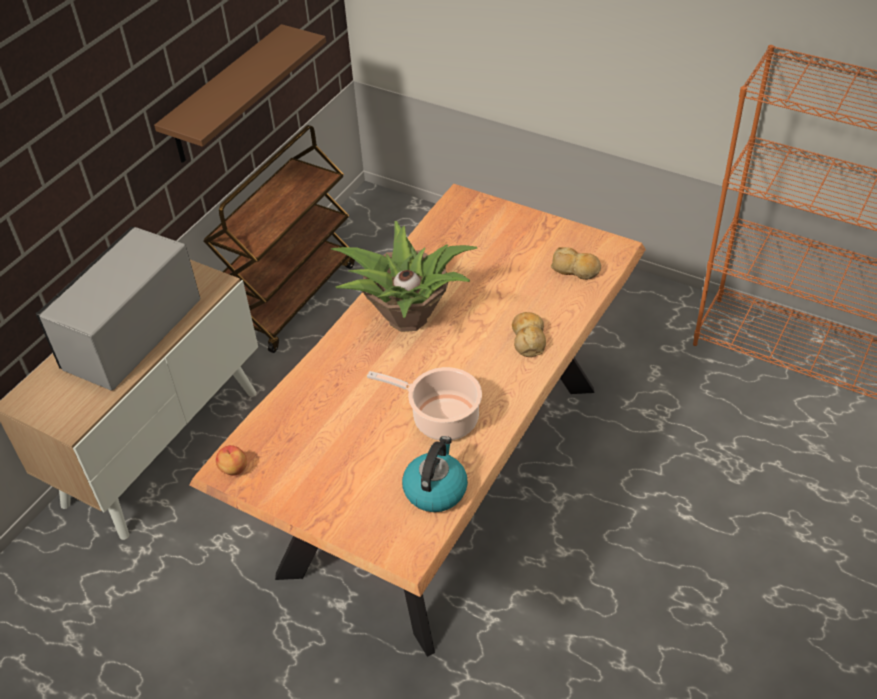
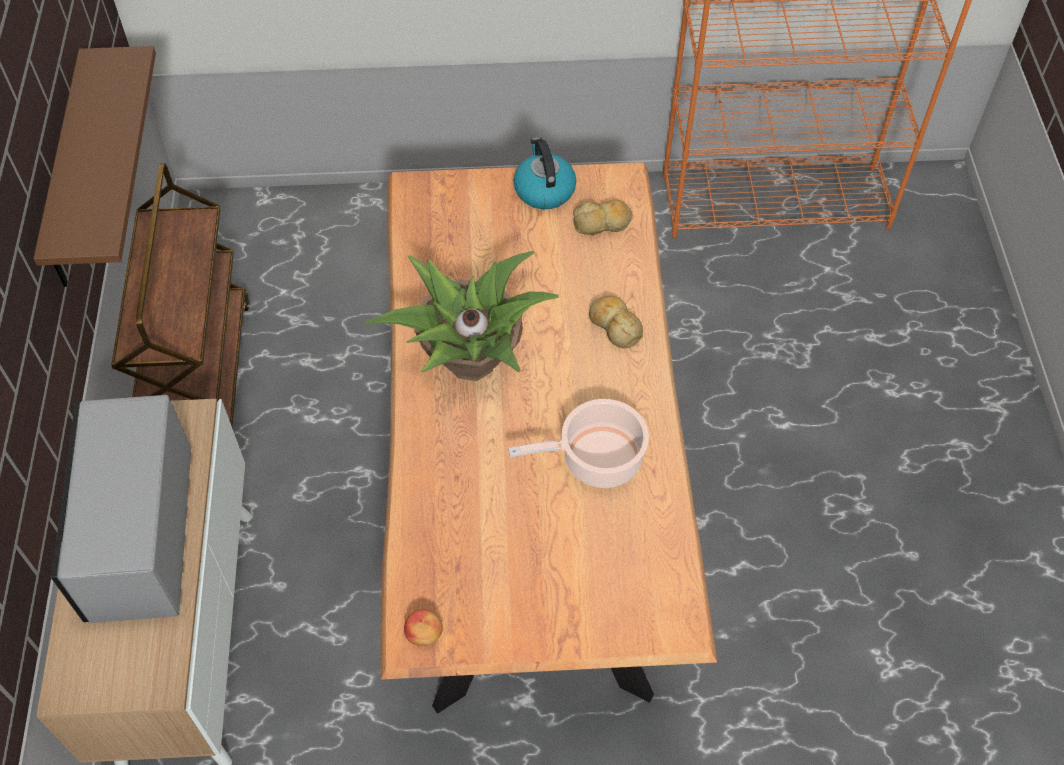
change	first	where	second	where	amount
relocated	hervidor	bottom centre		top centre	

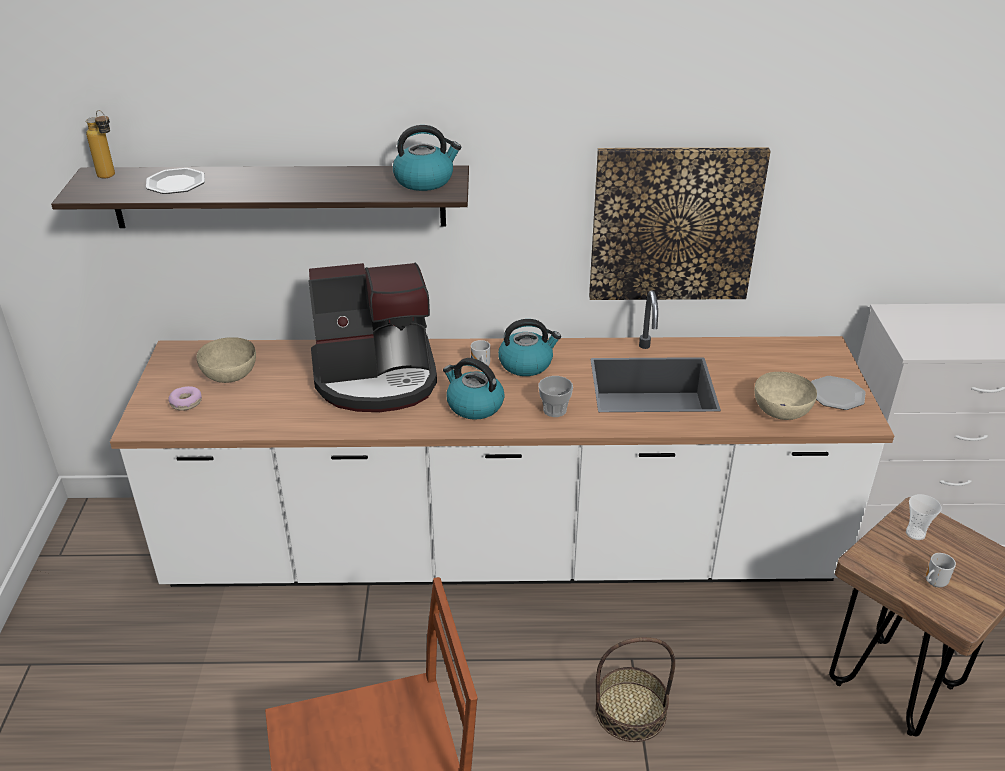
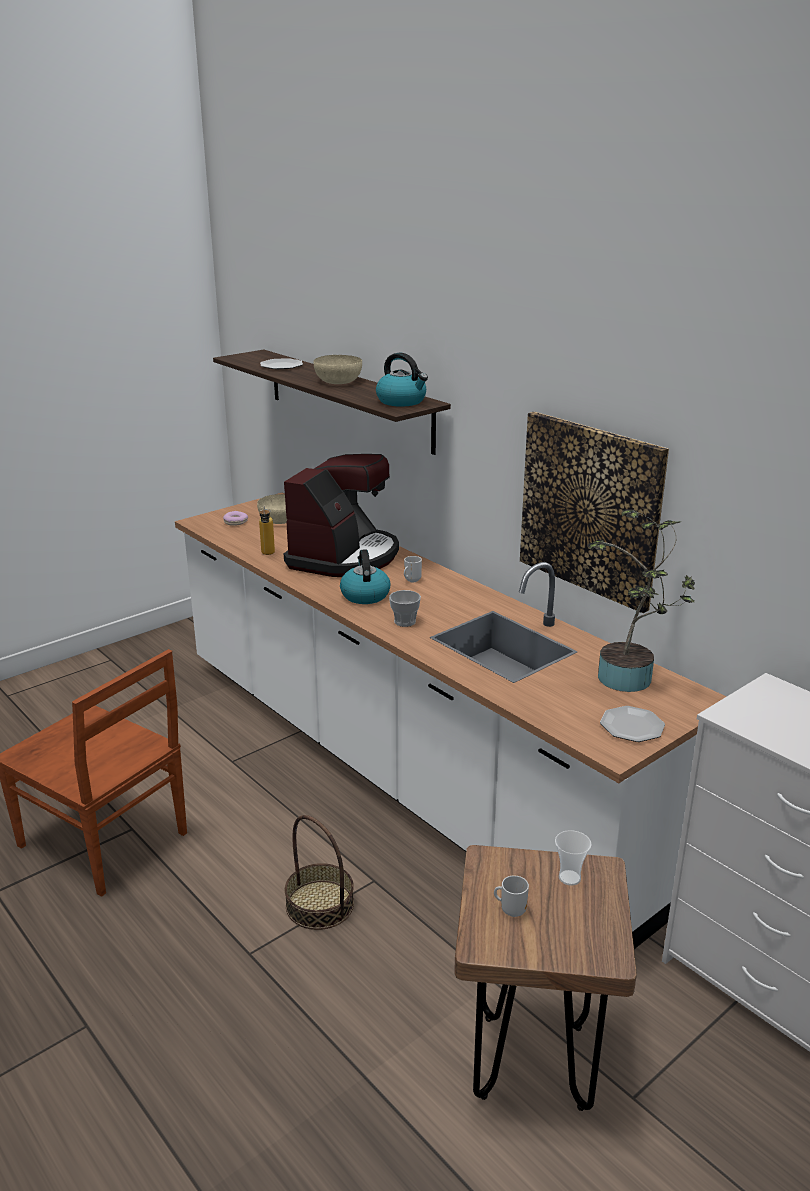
change	first	where	second	where	amount
relocated	botella	top left		middle left	
spun	cafetera	centre		centre	105 degrees counterclockwise
missing	hervidor (no. 3 from left)	centre			
relocated	cuenco (beis) (no. 2 from left)	middle right		top centre	
appeared			planta en maceta	middle right	

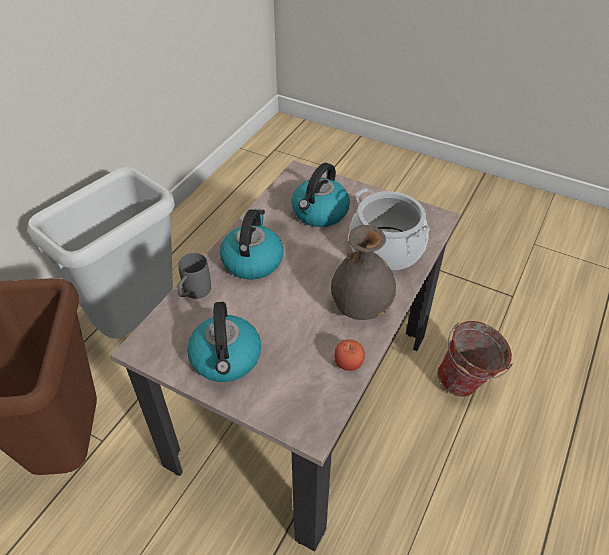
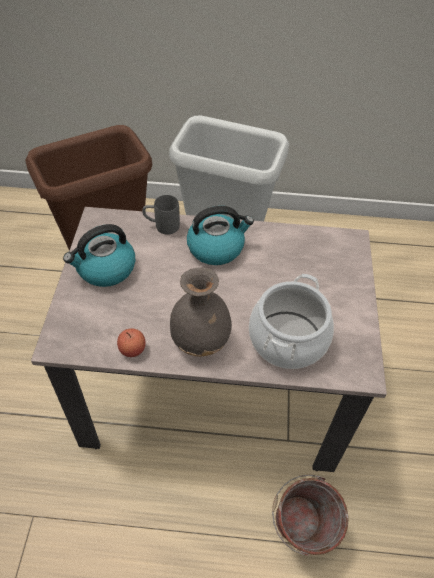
change	first	where	second	where	amount
missing	hervidor (no. 3 from left)	centre			

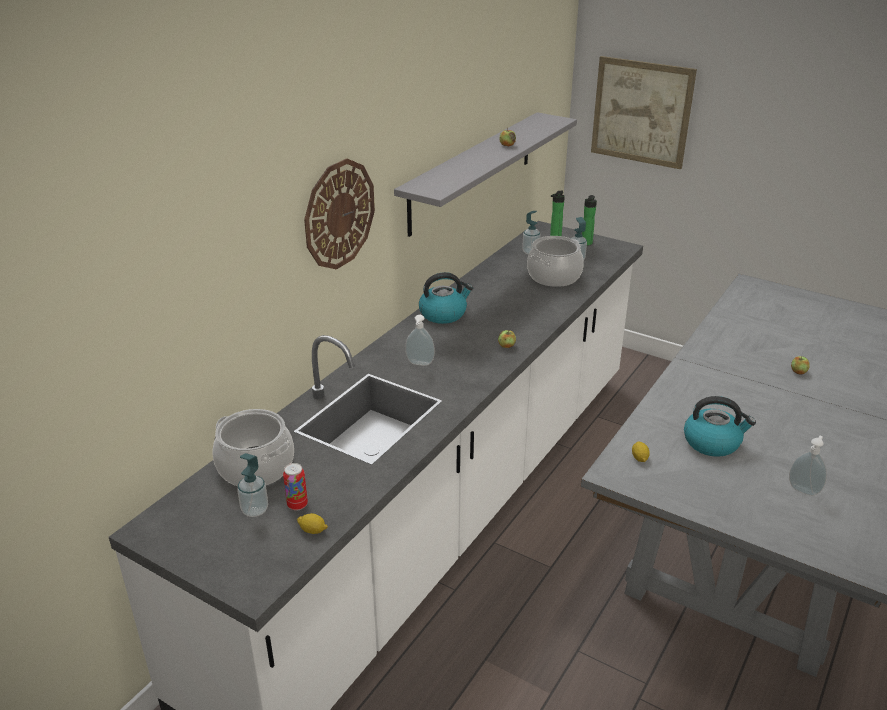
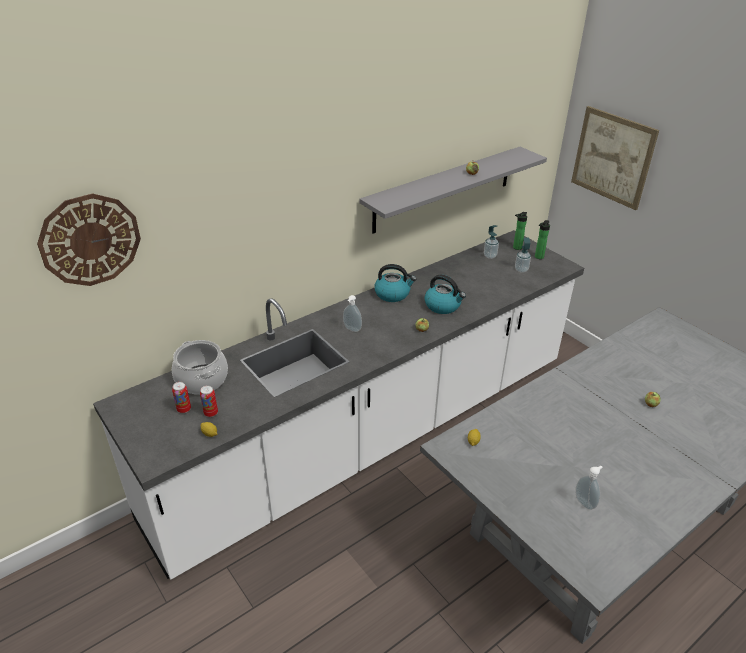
change	first	where	second	where	amount
exchanged	dispensador de jabón (no. 1 from left)	bottom left	lata (no. 1 from left)	middle left	
relocated	reloj de pared	top centre		middle left	
missing	olla (no. 2 from left)	centre			
relocated	hervidor (no. 2 from left)	middle right		centre	

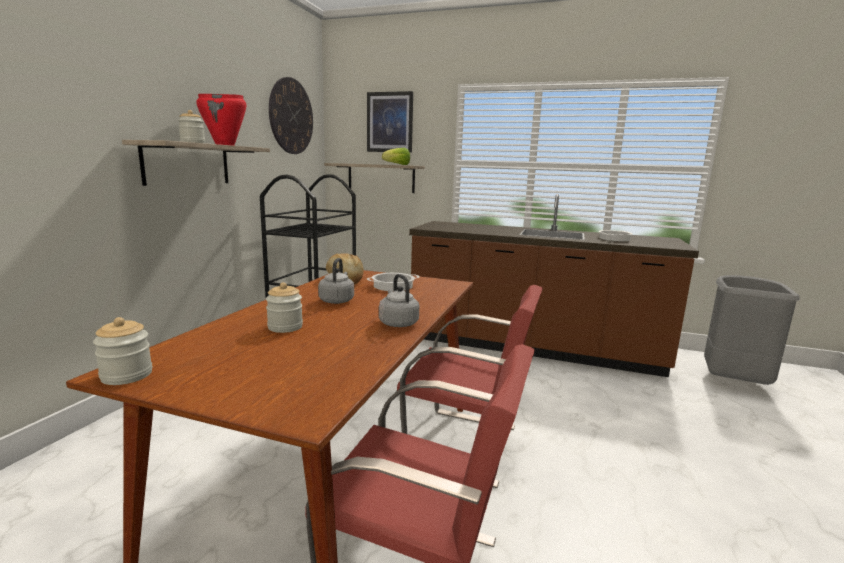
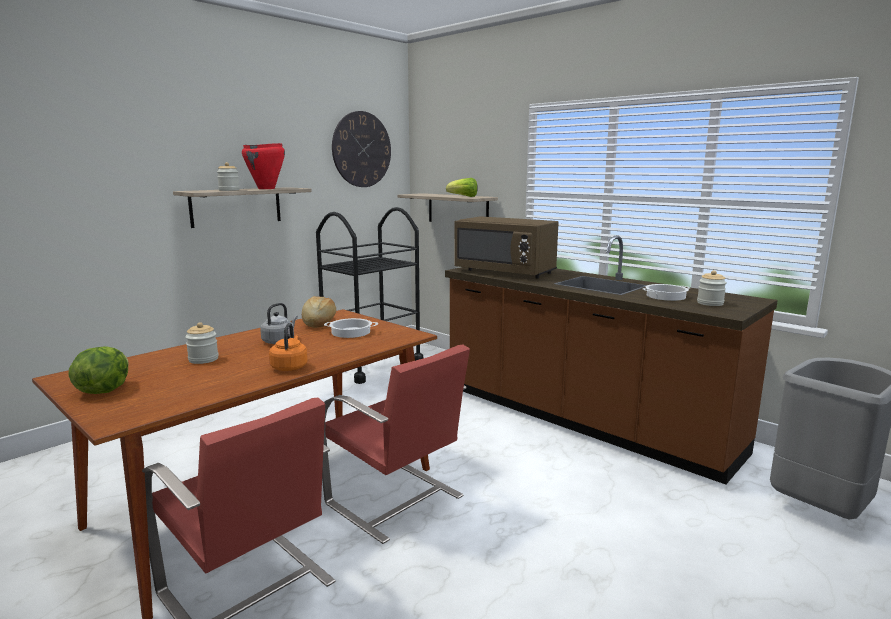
change	first	where	second	where	amount
relocated	tarro (no. 1 from left in the first image)	middle left	tarro (no. 3 from left)	middle right	
missing	cuadro	top centre			
colour	hervidor (gris) (no. 2 from left)	centre	hervidor (naranja)	middle left	
appeared			lechuga (no. 1 from left)	middle left	
appeared			microondas (marrón)	centre	

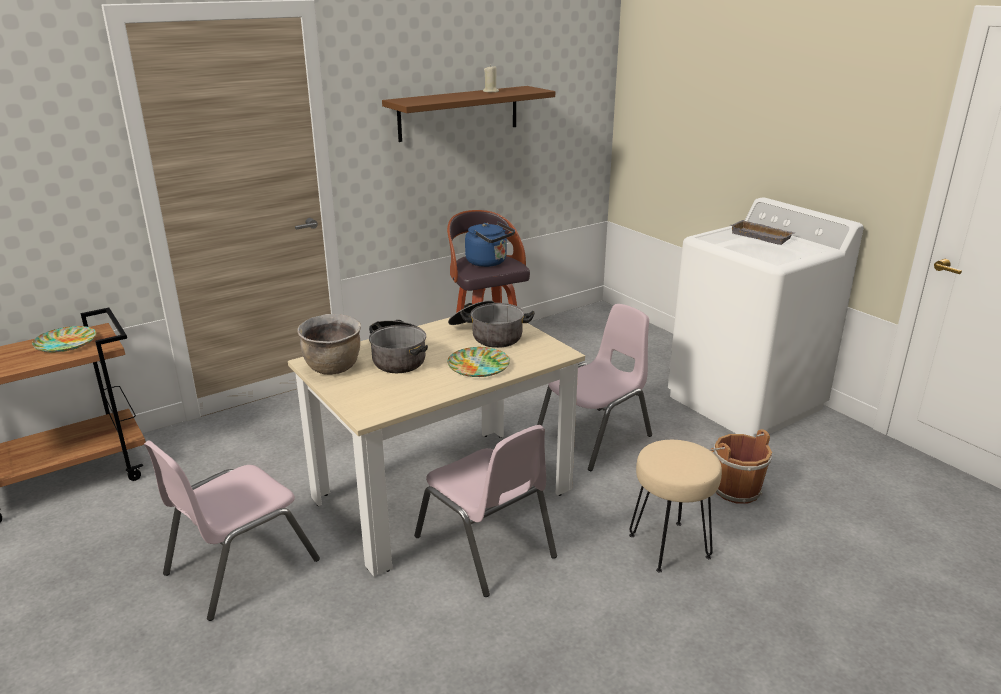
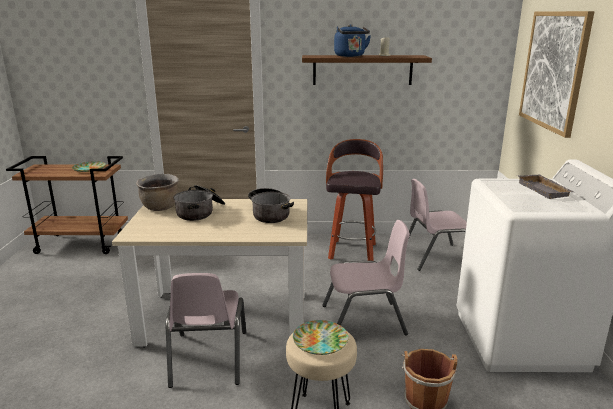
change	first	where	second	where	amount
relocated	silla (rosa) (no. 1 from left in the first image)	bottom left	silla (rosa) (no. 3 from left)	middle right	
relocated	plato (no. 2 from left)	centre		bottom centre	
relocated	hervidor (azul)	centre		top centre	
appeared			cuadro	top right	

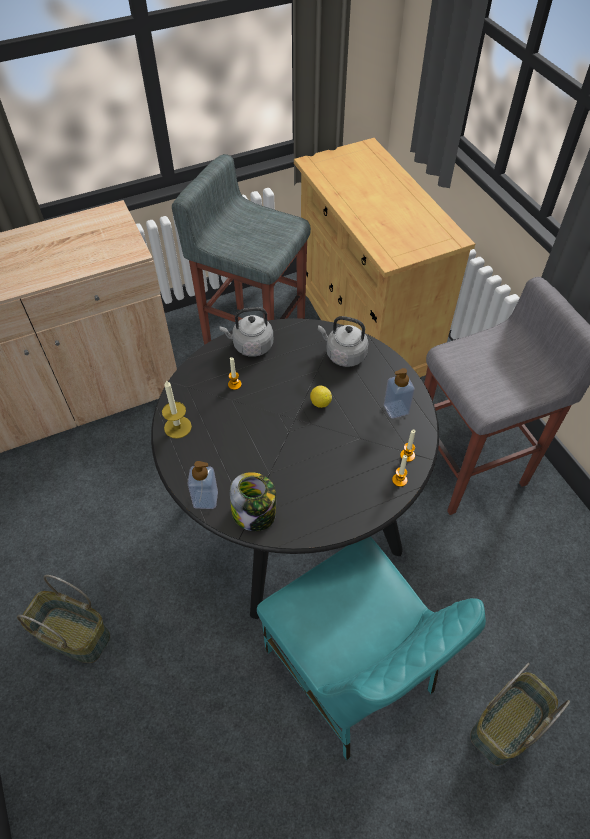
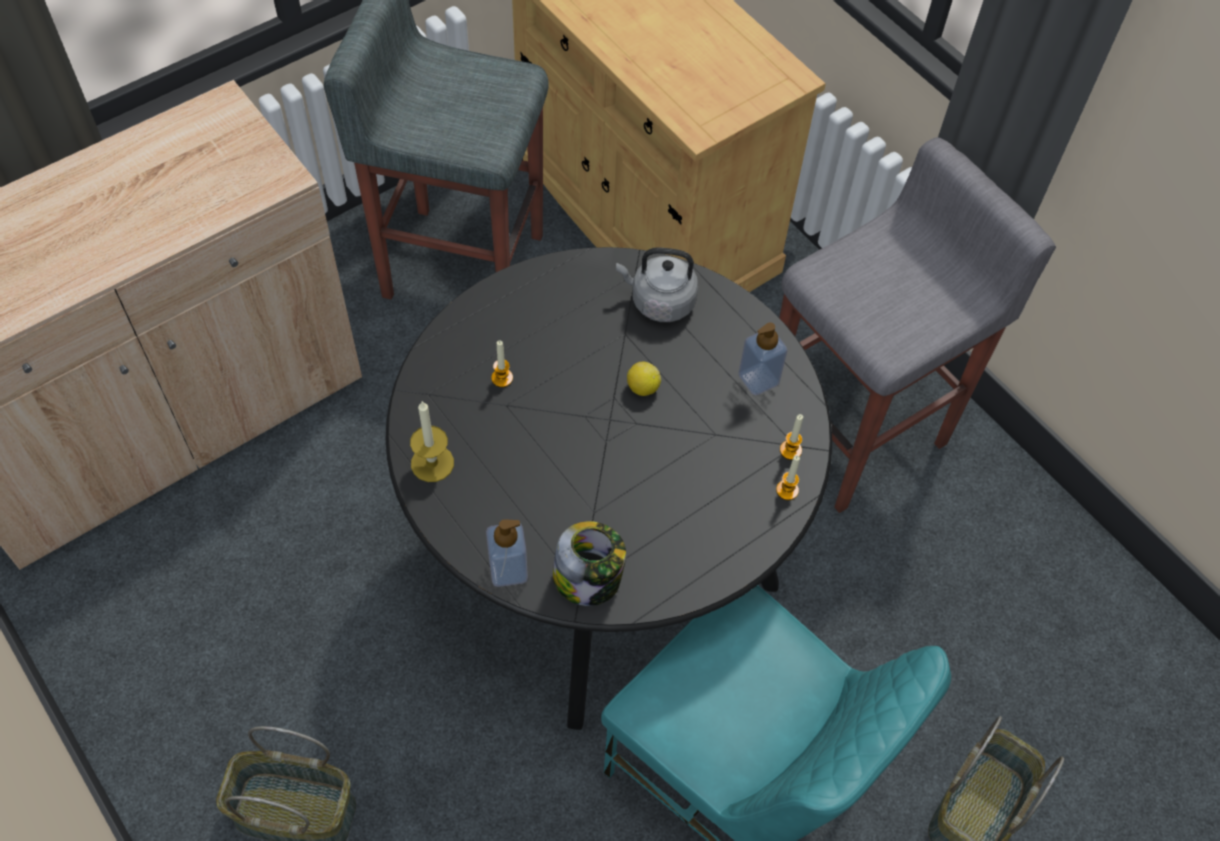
change	first	where	second	where	amount
missing	hervidor (gris) (no. 1 from left)	centre			

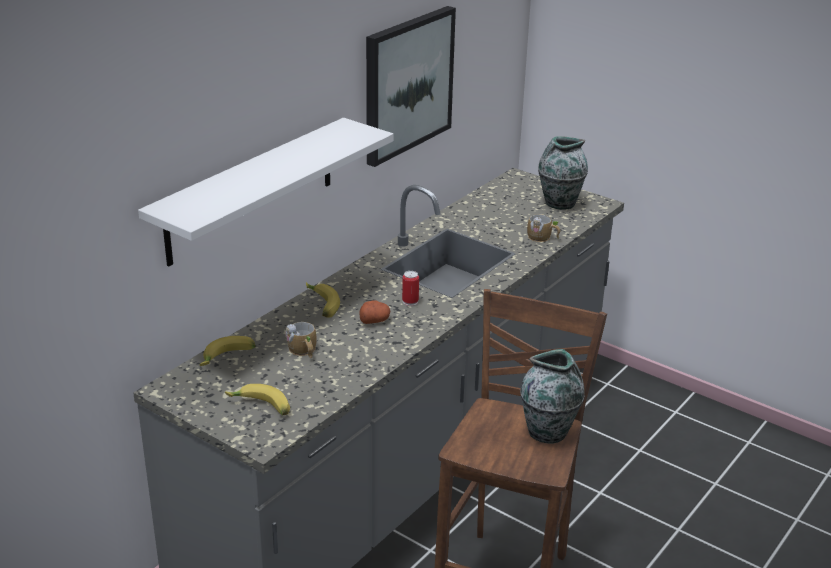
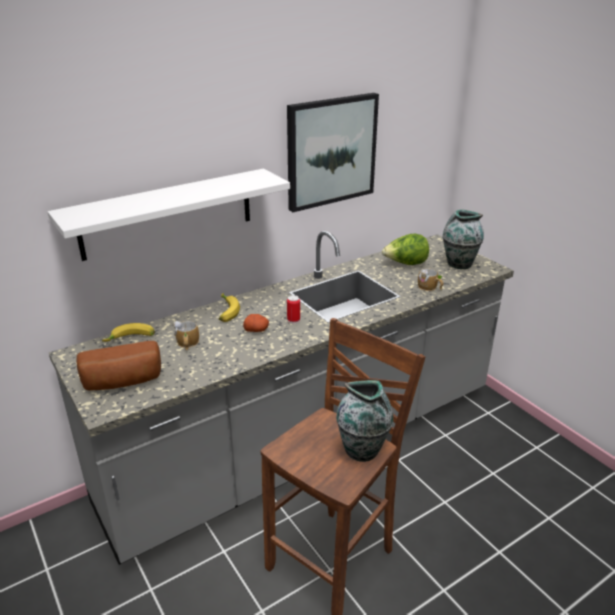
change	first	where	second	where	amount
exchanged	plátano (no. 2 from left)	bottom left	pan	middle left	
appeared			lechuga	centre	

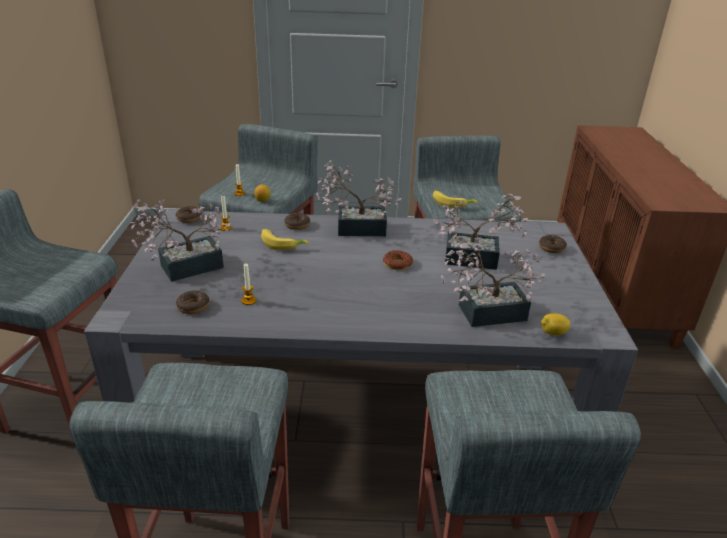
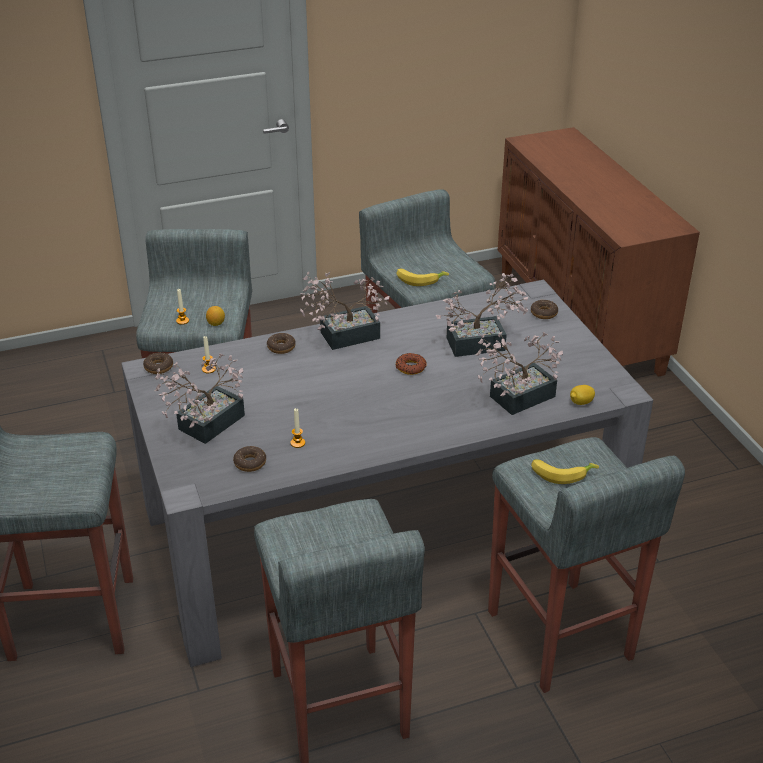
change	first	where	second	where	amount
relocated	plátano (no. 1 from left in the first image)	centre	plátano (no. 2 from left)	middle right	

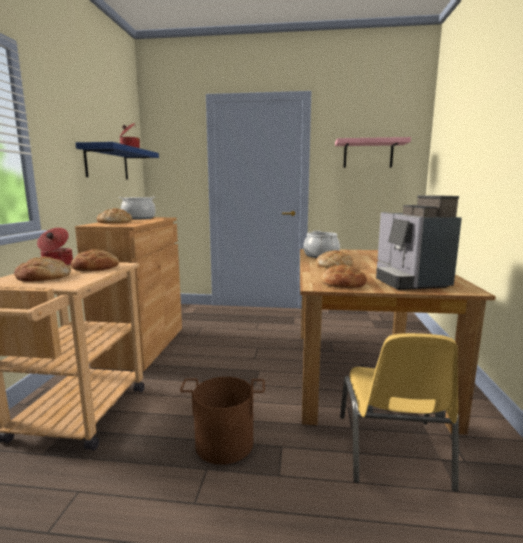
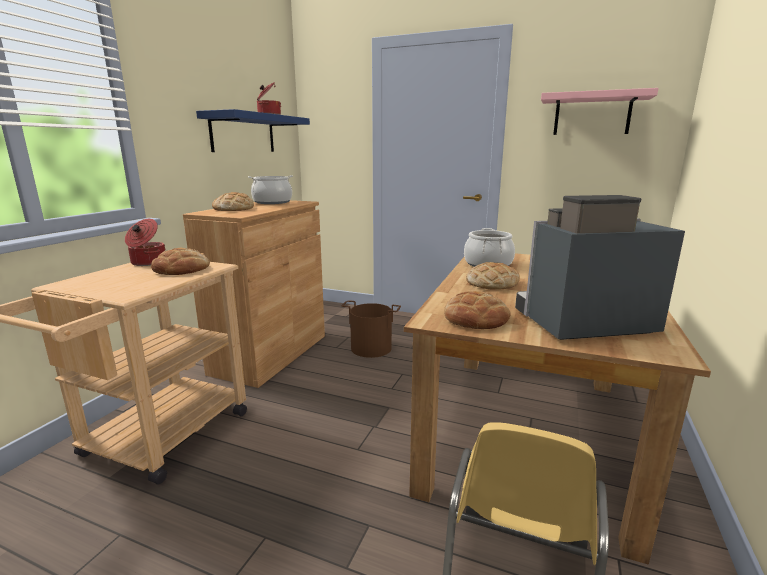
change	first	where	second	where	amount
missing	pan (no. 1 from left)	middle left			
relocated	cubo (marrón)	bottom centre		centre	
spun	cafetera	middle right		middle right	75 degrees clockwise

